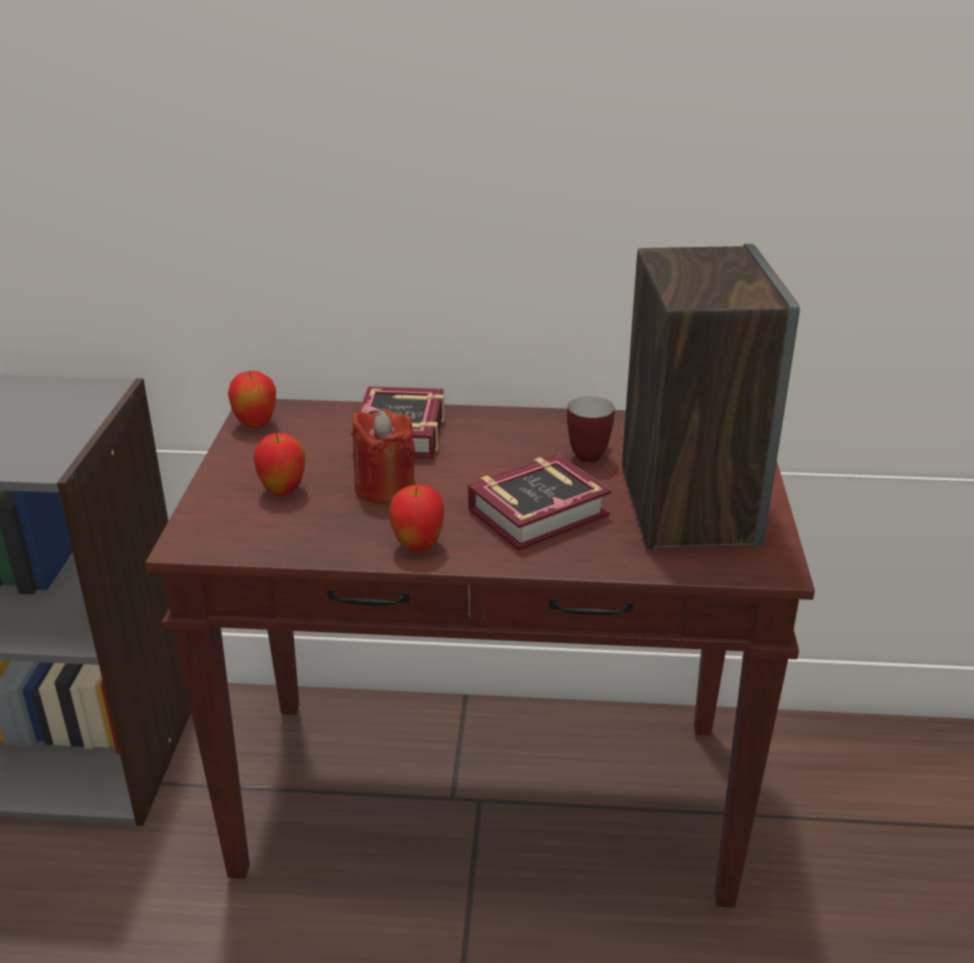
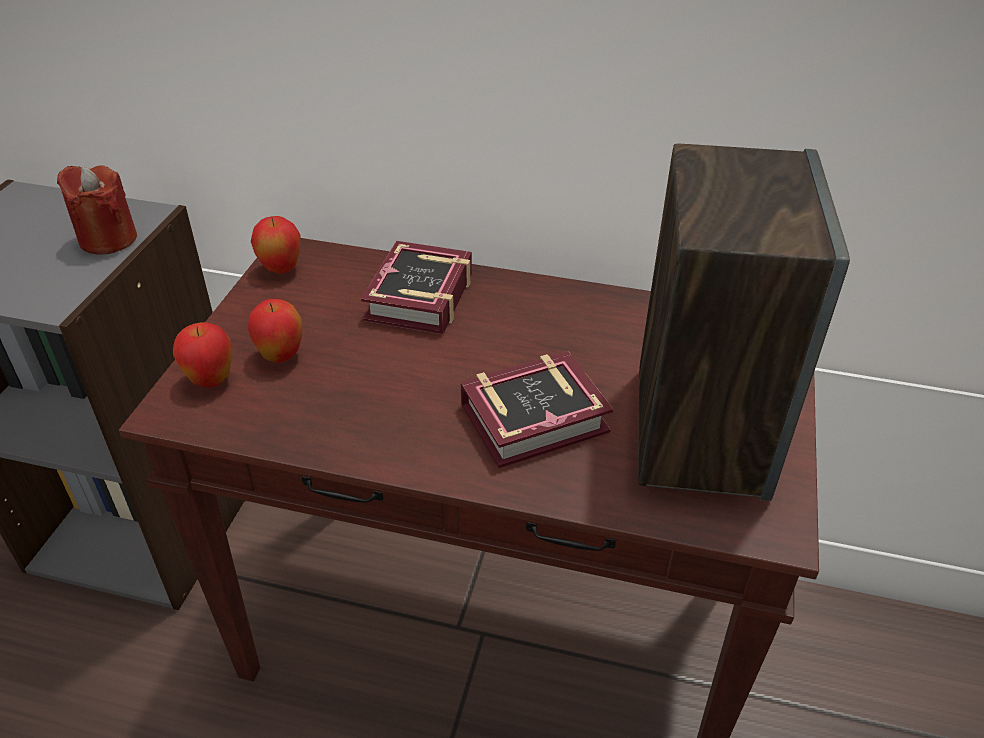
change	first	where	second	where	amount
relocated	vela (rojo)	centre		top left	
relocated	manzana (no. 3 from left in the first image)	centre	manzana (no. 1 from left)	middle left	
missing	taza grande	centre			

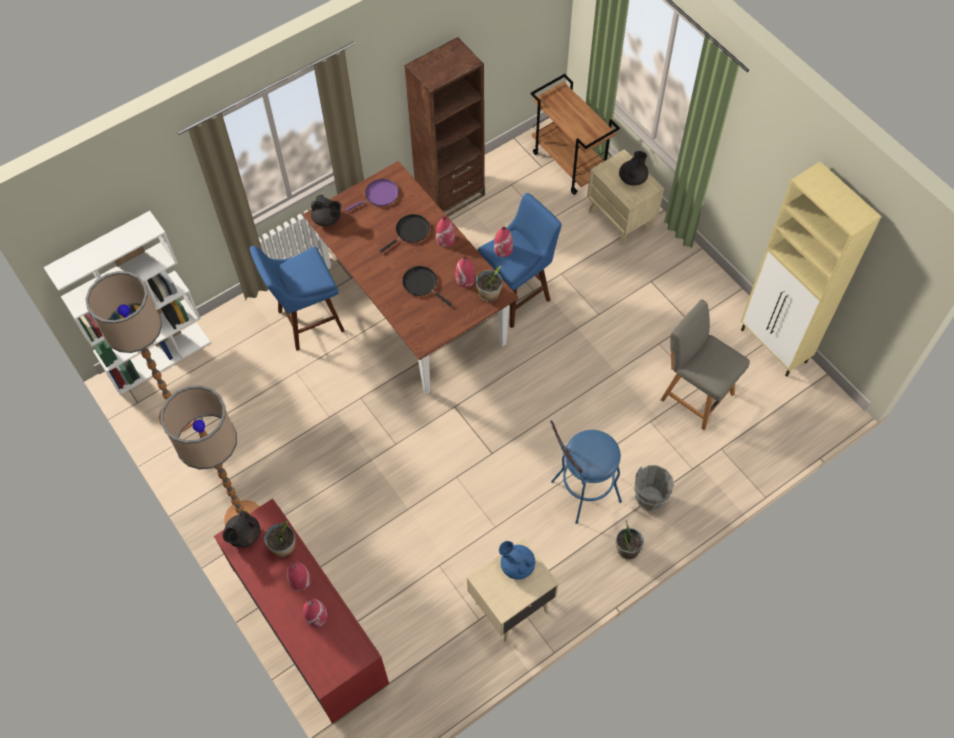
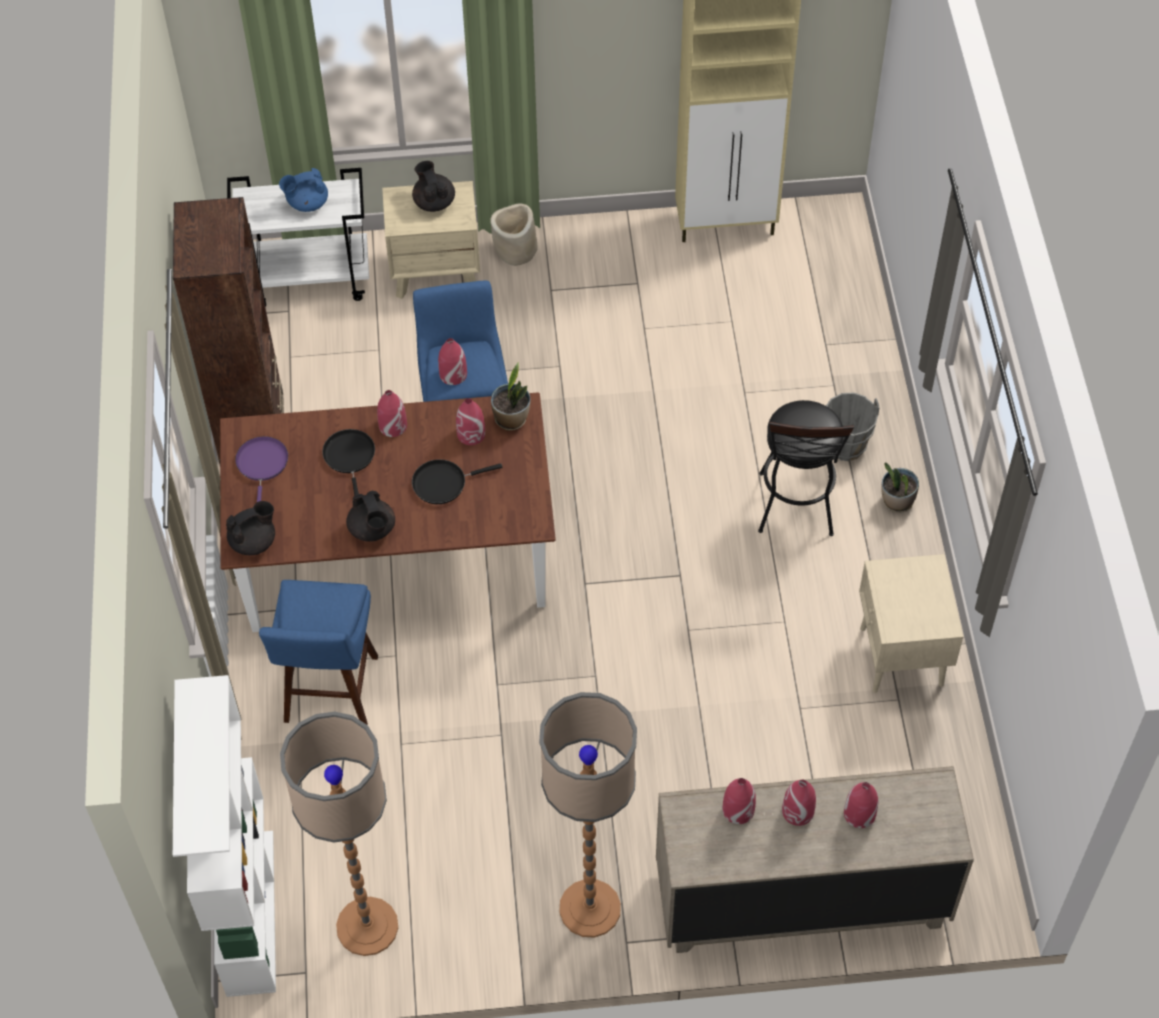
change	first	where	second	where	amount
colour	cómoda (rojo)	bottom left	cómoda (beis)	bottom right	
relocated	tetera (negro) (no. 1 from left in the first image)	bottom left	tetera (negro) (no. 2 from left)	middle left	
exchanged	planta en maceta (no. 1 from left)	bottom left	florero (rojo) (no. 4 from left)	bottom centre	
relocated	tetera (azul)	bottom centre		top left	
colour	carrito (marrón)	top centre	carrito (blanco)	top left	
colour	taburete (azul) (no. 3 from left)	centre	taburete (negro)	middle right	
missing	silla (gris)	middle right			
appeared			maceta (beis)	top centre	

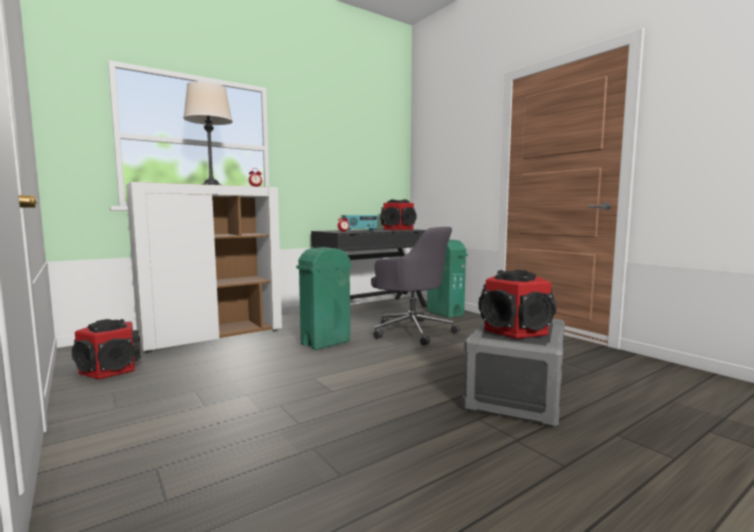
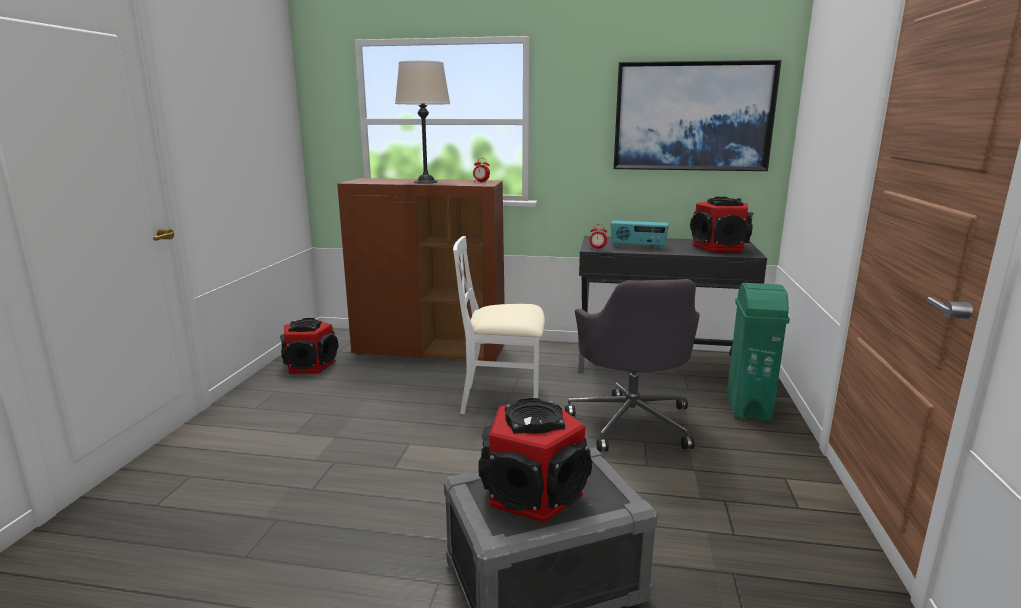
change	first	where	second	where	amount
colour	armario (blanco)	middle left	armario (marrón)	centre	
exchanged	papelera (verde) (no. 1 from left)	centre	silla (blanco)	centre	
appeared			cuadro	top right	

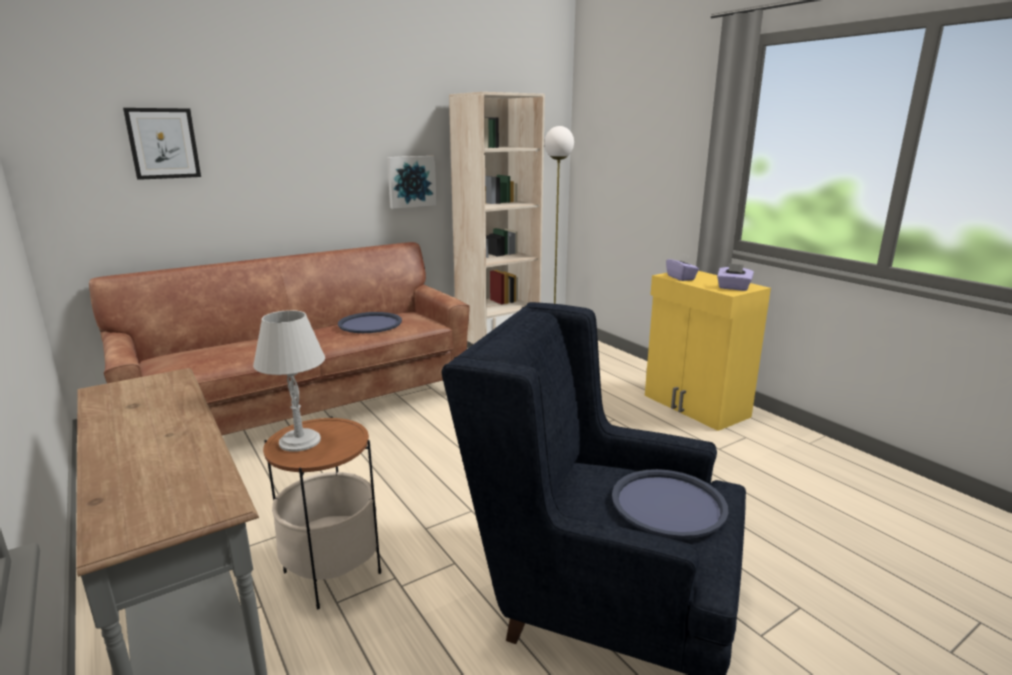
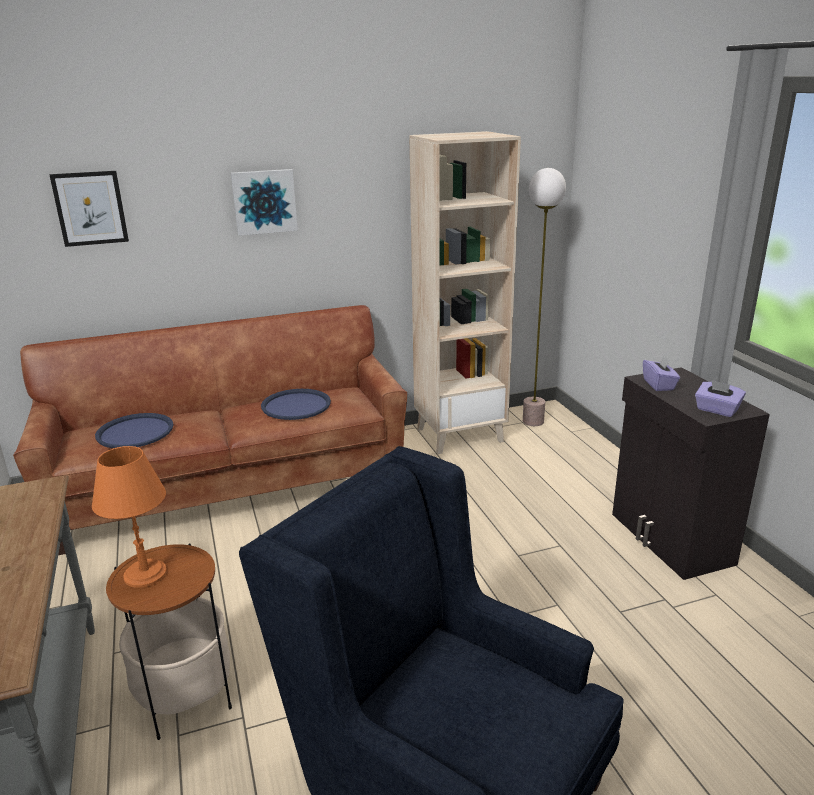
change	first	where	second	where	amount
colour	lámpara de mesa (gris)	middle left	lámpara de mesa (naranja)	middle left	
relocated	cuadro (no. 2 from left)	top centre		top left	
relocated	bandeja (azul) (no. 2 from left in the first image)	bottom centre	bandeja (azul) (no. 1 from left)	middle left	
colour	armario (amarillo)	middle right	armario (negro)	middle right	

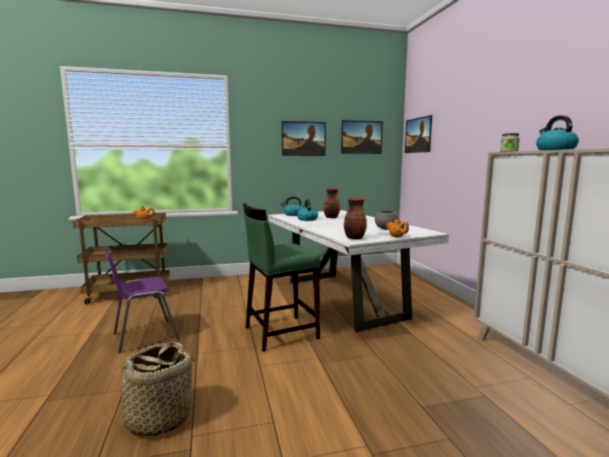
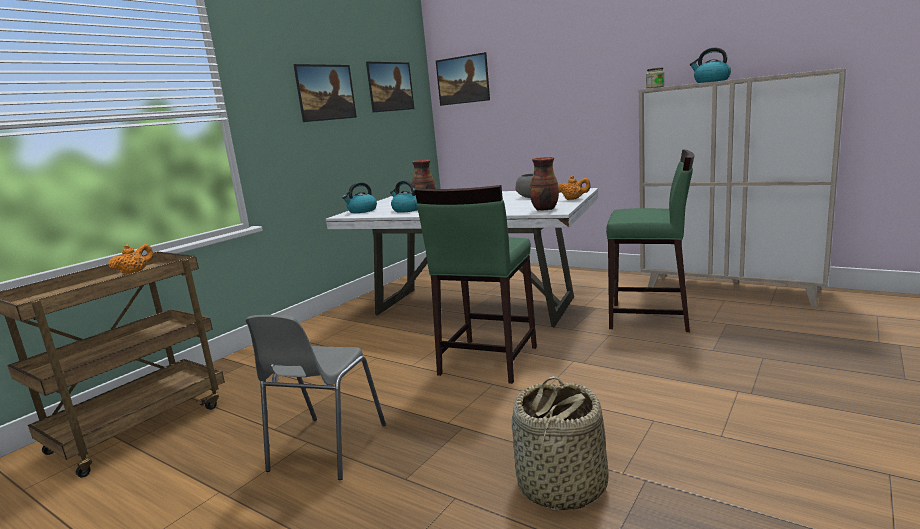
change	first	where	second	where	amount
colour	silla (morado)	middle left	silla (gris)	bottom centre	
appeared			taburete (verde) (no. 2 from left)	middle right	

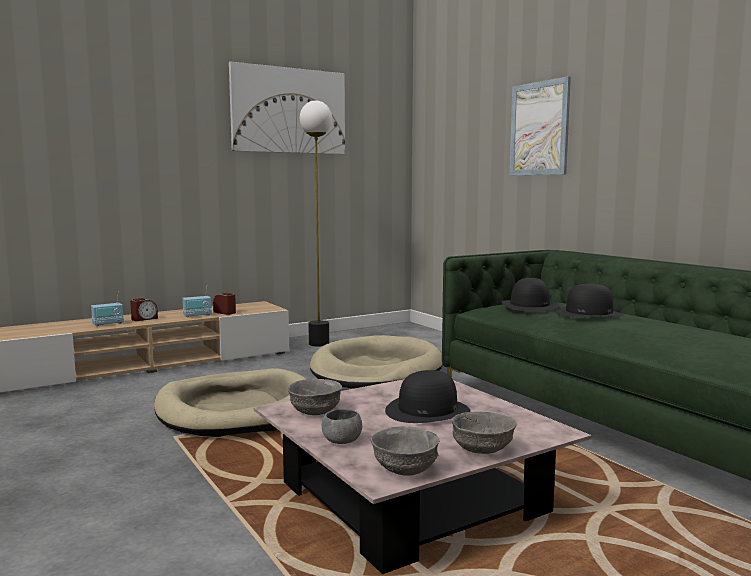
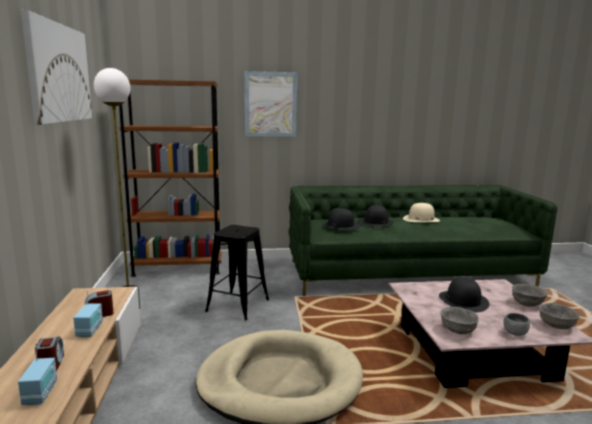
change	first	where	second	where	amount
exchanged	cama para perro (beis) (no. 2 from left)	centre	taburete (negro)	centre	
appeared			estantería (marrón)	middle left	
appeared			sombrero (beis)	middle right	

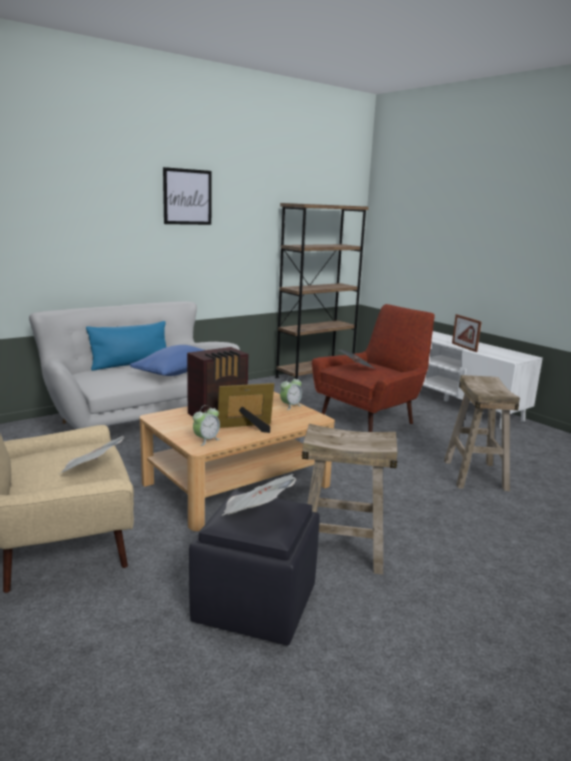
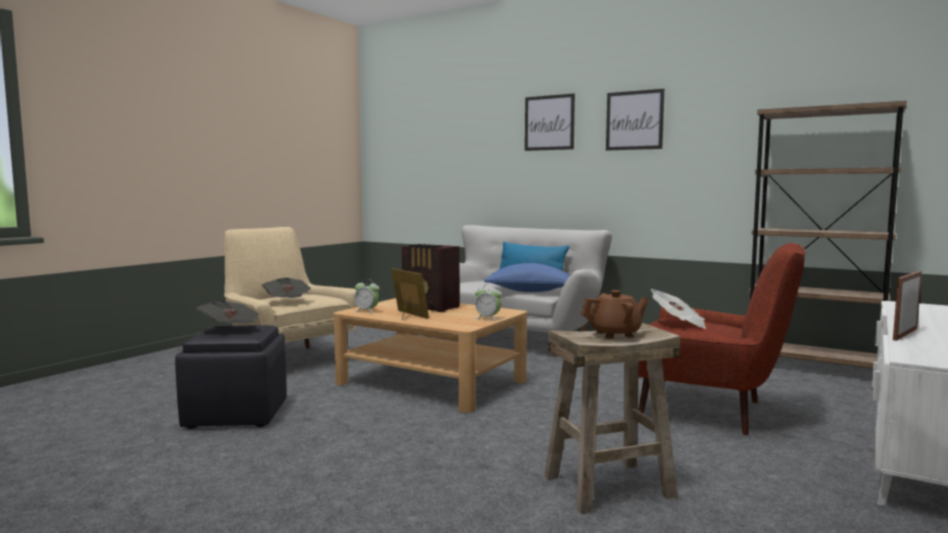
change	first	where	second	where	amount
missing	taburete (beis) (no. 1 from left)	centre			
appeared			cuadro (no. 1 from left)	top centre	
appeared			tetera (marrón)	centre	

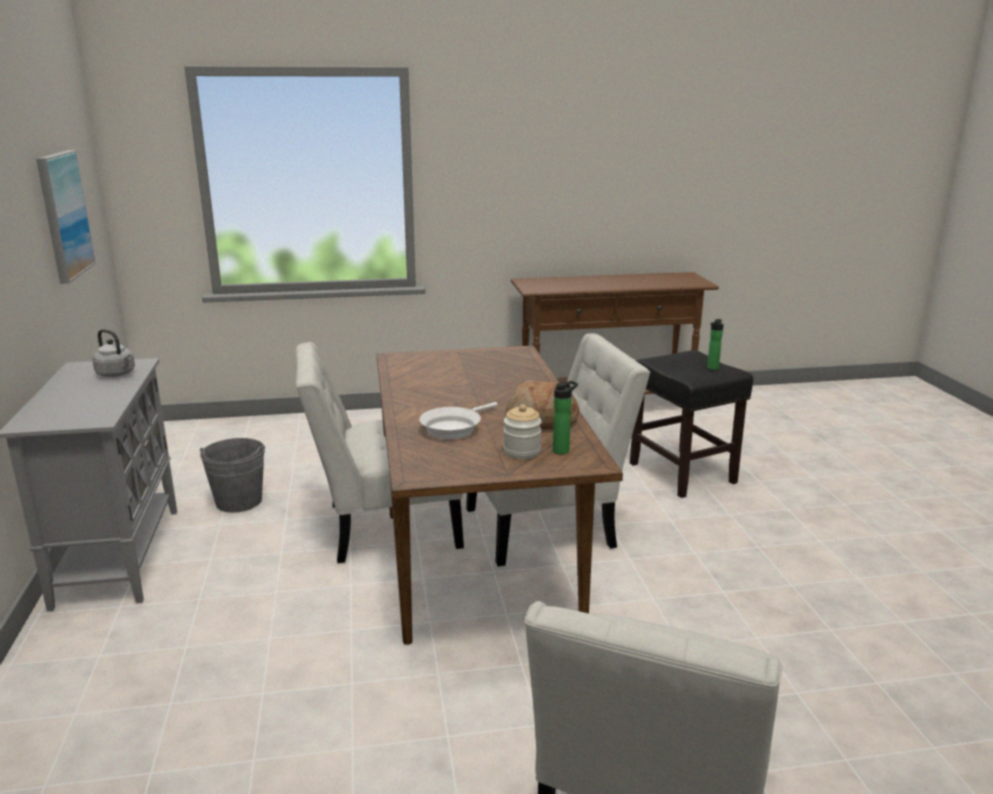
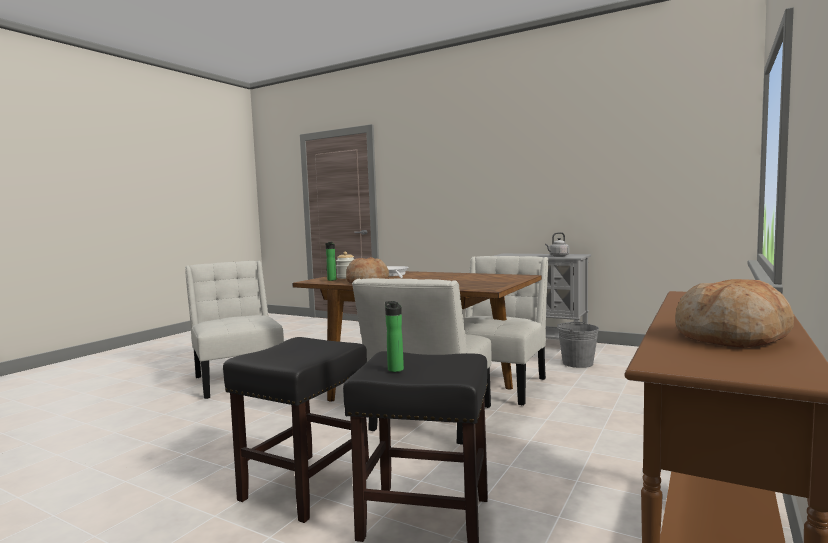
change	first	where	second	where	amount
missing	cuadro	top left			
appeared			taburete (negro) (no. 1 from left)	bottom centre	
appeared			pan (no. 2 from left)	middle right	

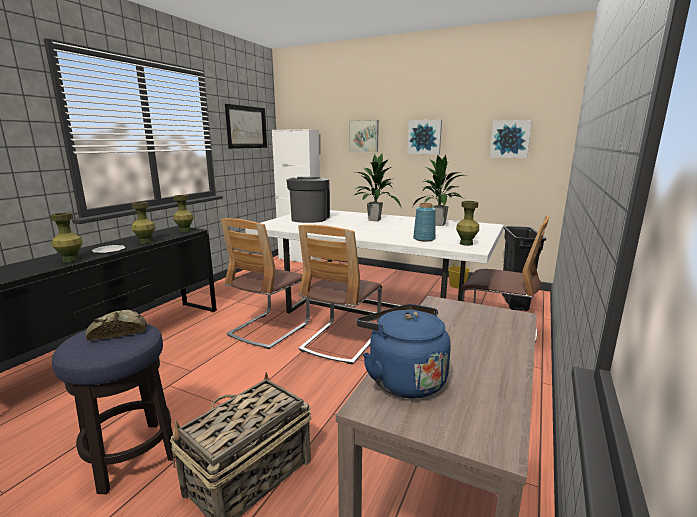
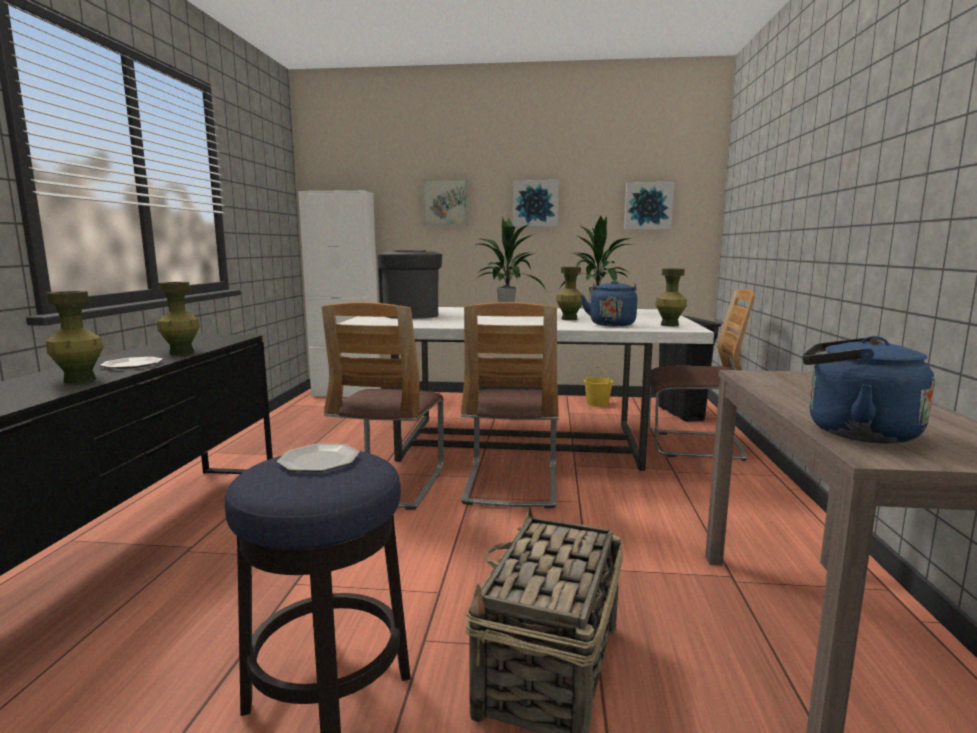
change	first	where	second	where	amount
exchanged	pan	middle left	plato (no. 2 from left)	middle left	
relocated	florero (verde) (no. 3 from left)	middle left		centre	
missing	cuadro (no. 1 from left)	top centre			
exchanged	florero (azul)	centre	hervidor (azul) (no. 1 from left)	centre	

